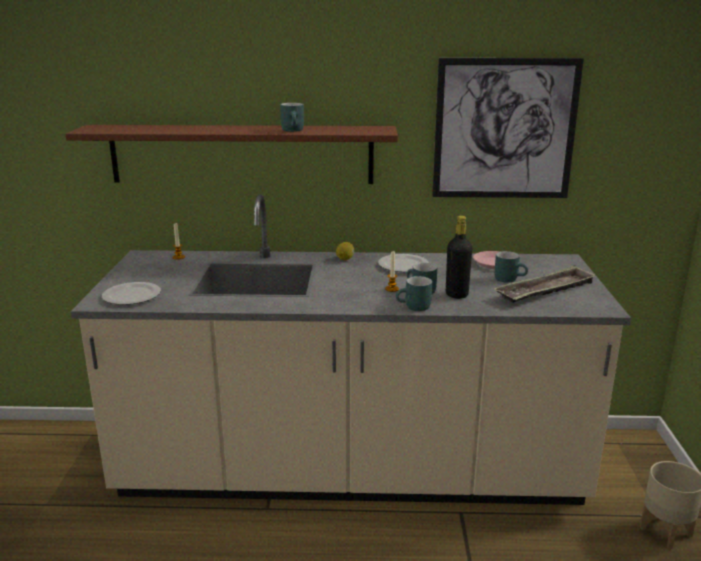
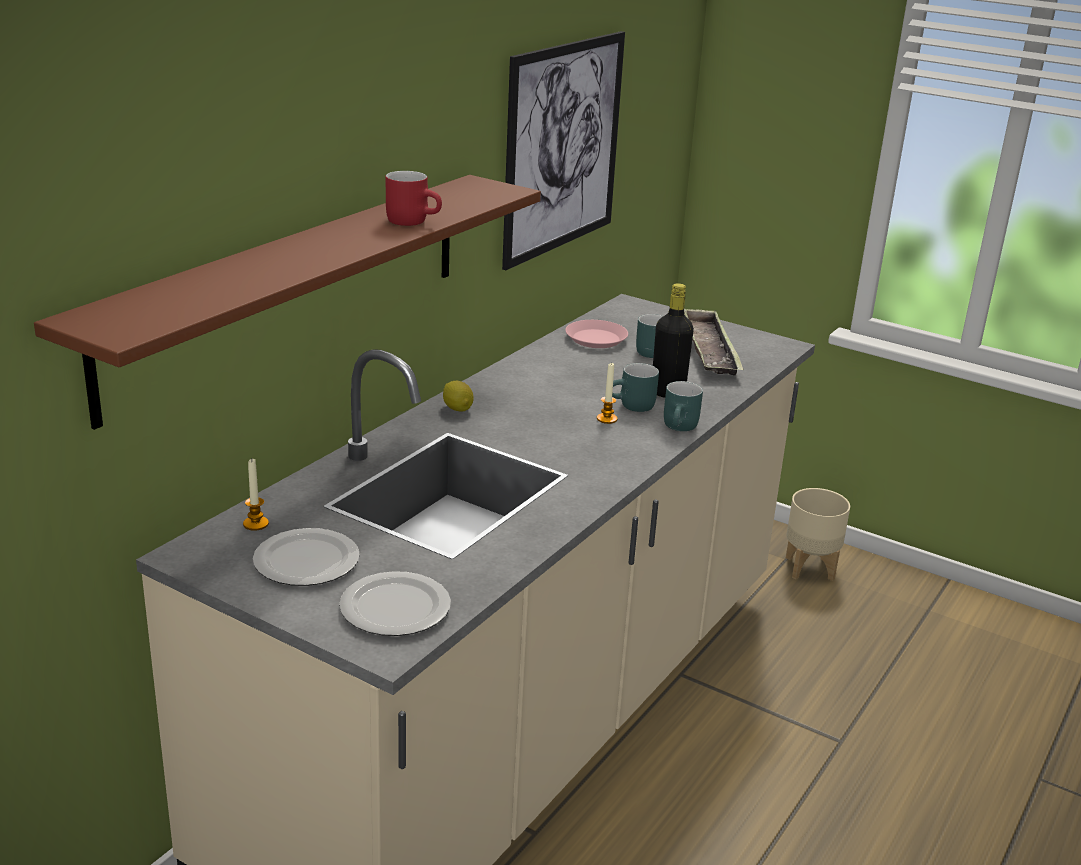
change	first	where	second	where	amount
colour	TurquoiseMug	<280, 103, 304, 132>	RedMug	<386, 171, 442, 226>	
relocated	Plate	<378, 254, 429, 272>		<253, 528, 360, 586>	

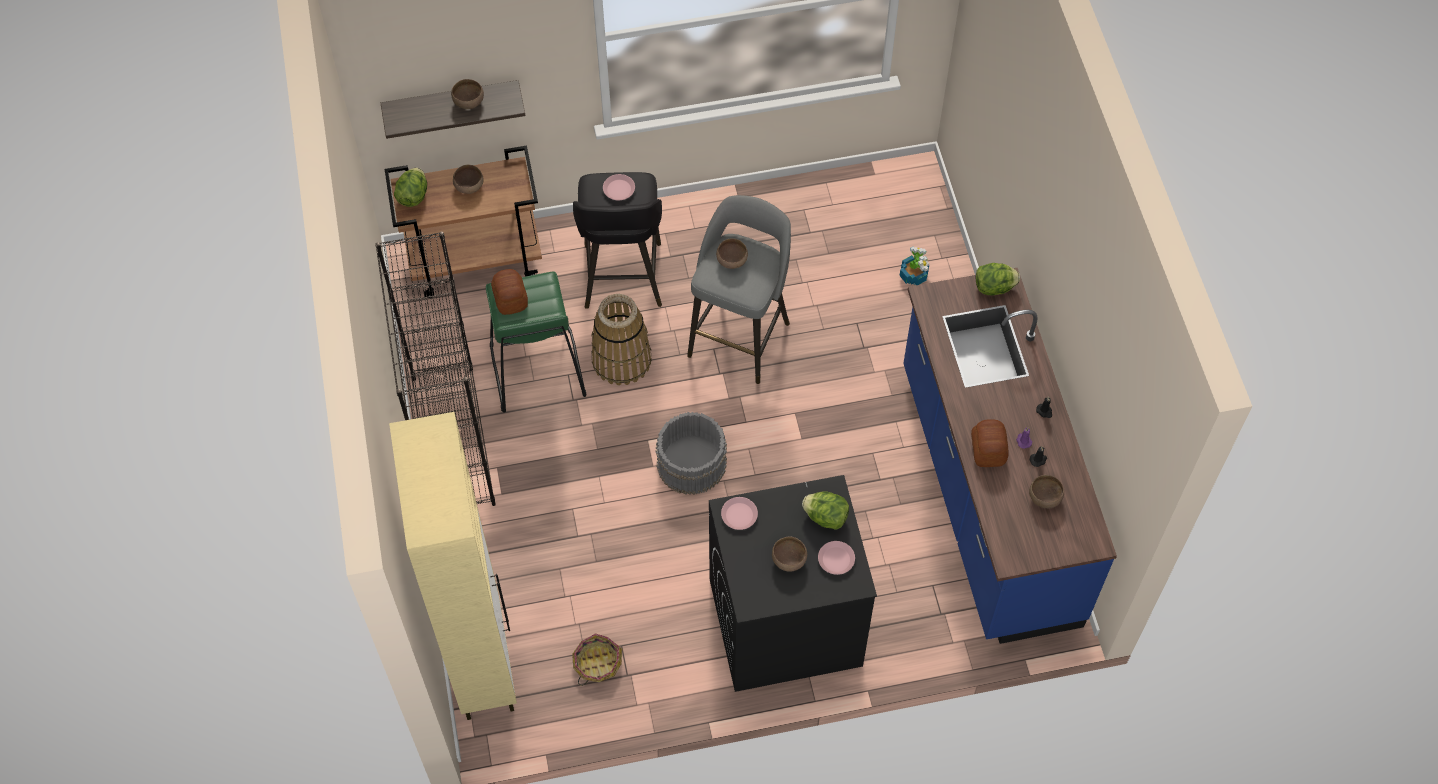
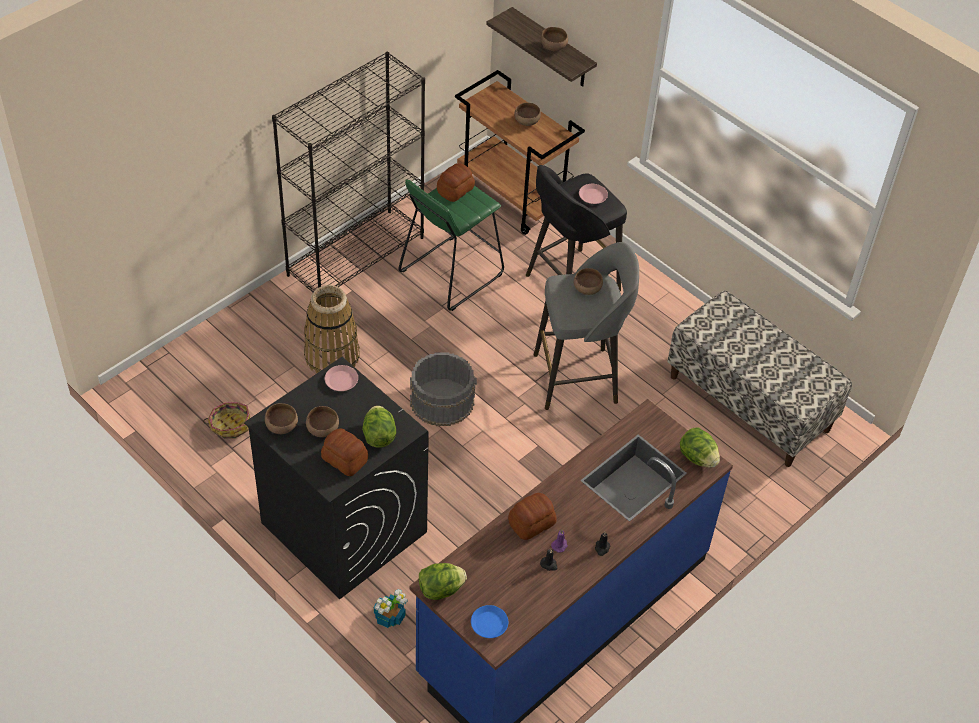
change	first	where	second	where	amount
missing	BeigeCabinet	<389, 412, 517, 720>			
relocated	Lettuce	<394, 168, 427, 207>		<419, 563, 467, 600>	
relocated	Basket	<591, 294, 652, 386>		<304, 285, 360, 373>	
exchanged	PinkPlate	<818, 541, 855, 575>	Bread	<321, 429, 368, 476>	
relocated	PottedPlant	<899, 247, 929, 285>		<374, 589, 407, 628>	
relocated	BrownBowl	<1029, 475, 1064, 508>		<265, 403, 298, 434>	
appeared			BluePlate	<471, 605, 508, 638>	
appeared			Bench	<667, 290, 852, 467>	

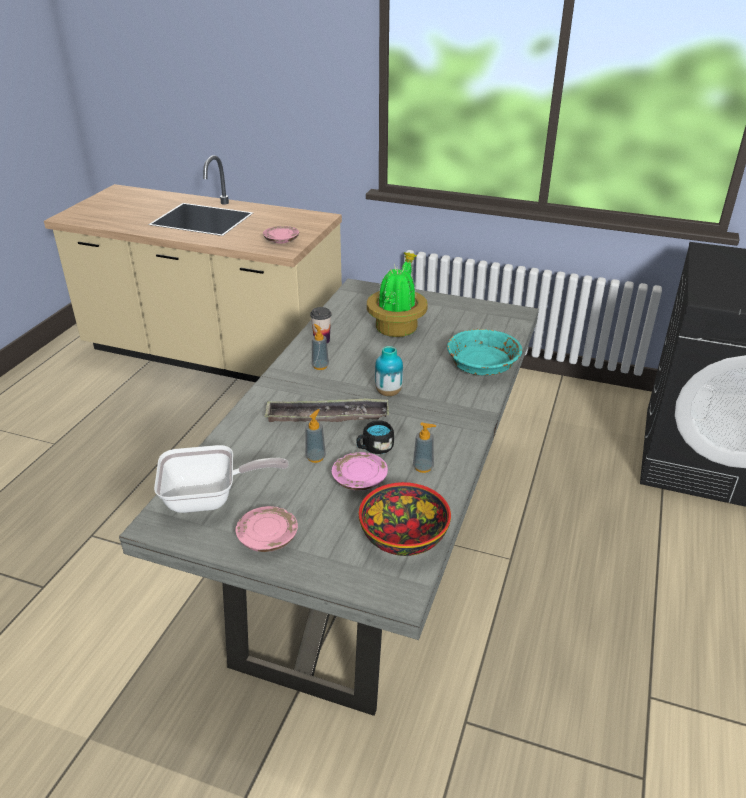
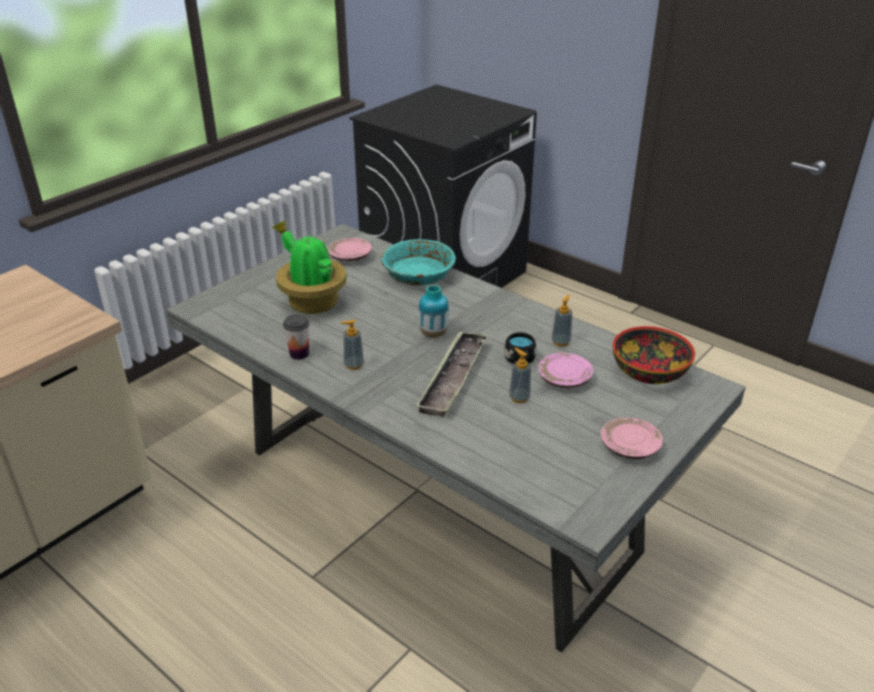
change	first	where	second	where	amount
missing	FryingPan	<154, 445, 289, 513>			
relocated	PinkPlate	<263, 226, 299, 244>		<328, 238, 372, 262>	

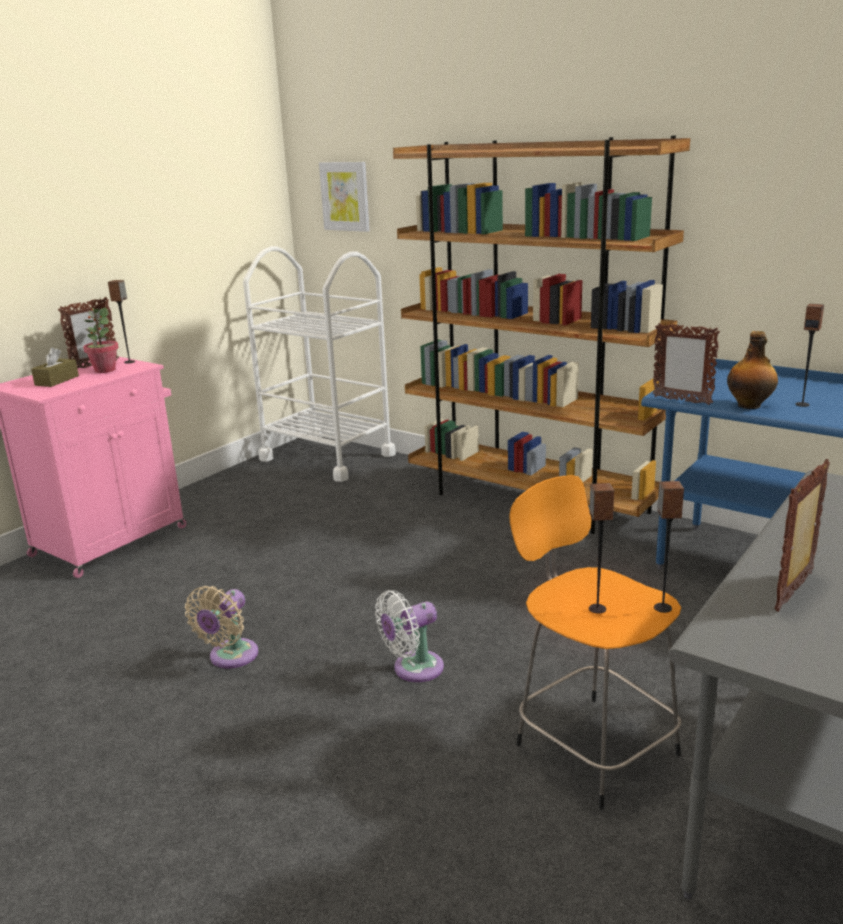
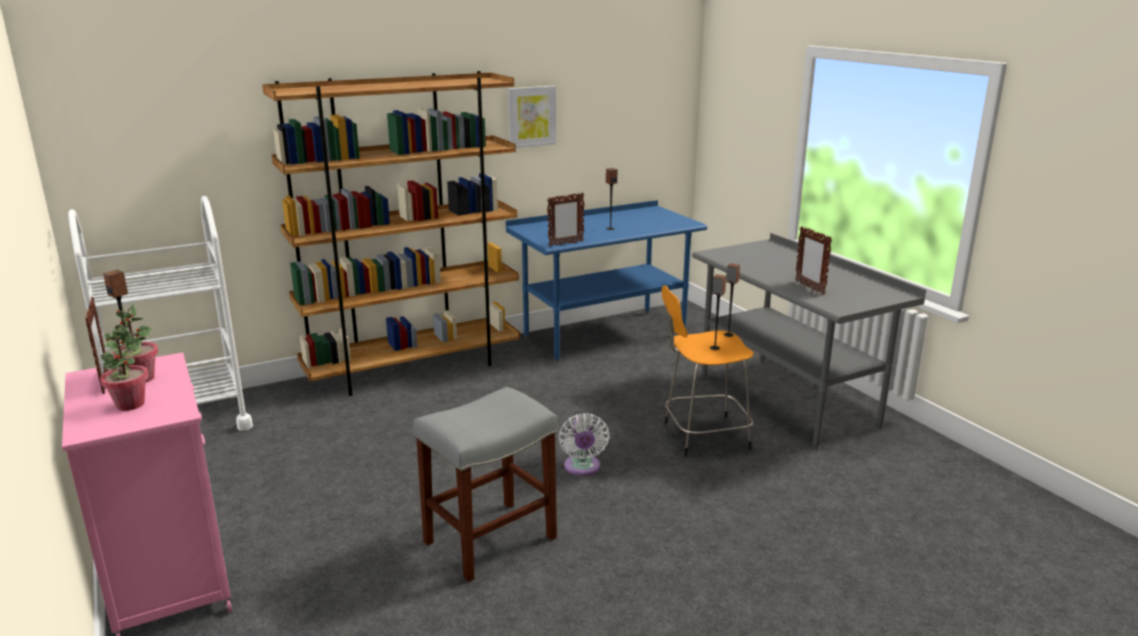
change	first	where	second	where	amount
exchanged	BrownTissueBox	<31, 348, 79, 387>	PottedPlant	<100, 328, 149, 411>	
exchanged	BeigeFan	<185, 586, 258, 669>	GreyStool	<413, 387, 557, 582>	
relocated	Picture	<319, 162, 370, 232>		<508, 86, 556, 148>	
missing	Bottle	<727, 331, 778, 409>			

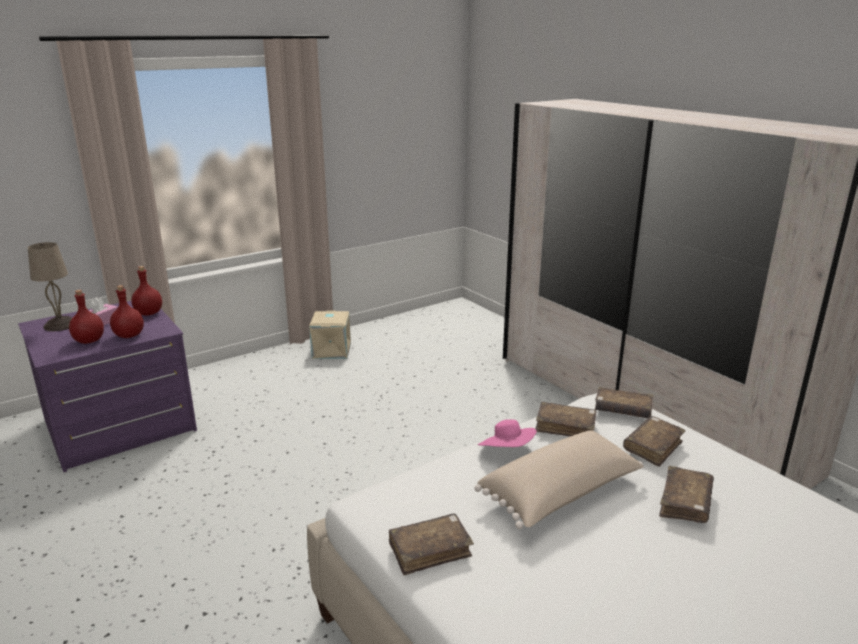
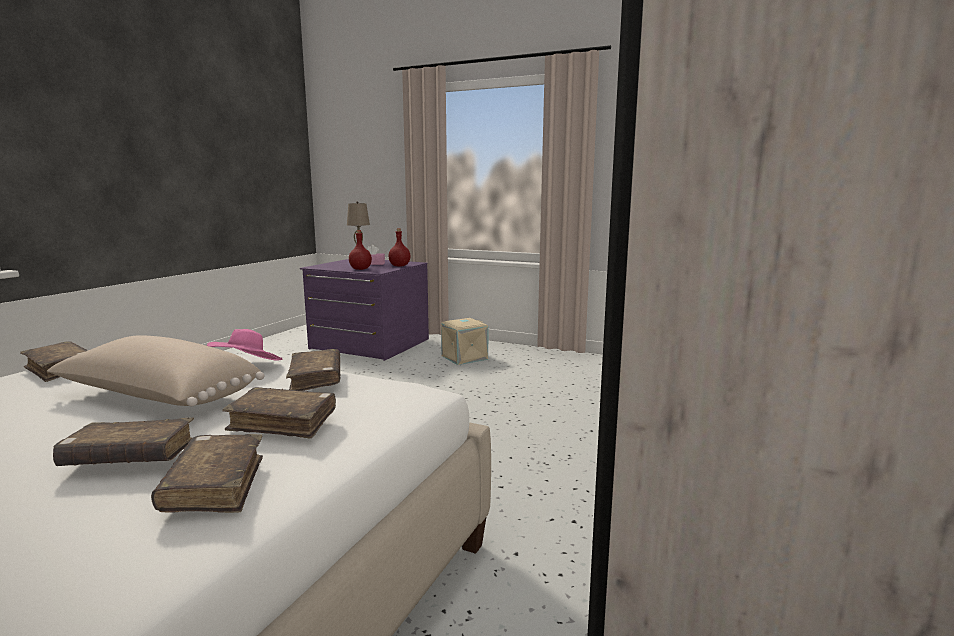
change	first	where	second	where	amount
missing	RedBottle	<69, 290, 104, 344>			
relocated	BeigeStorageBox	<309, 310, 351, 359>		<441, 318, 488, 365>	
relocated	BrownBook	<595, 387, 653, 418>		<151, 434, 263, 513>	

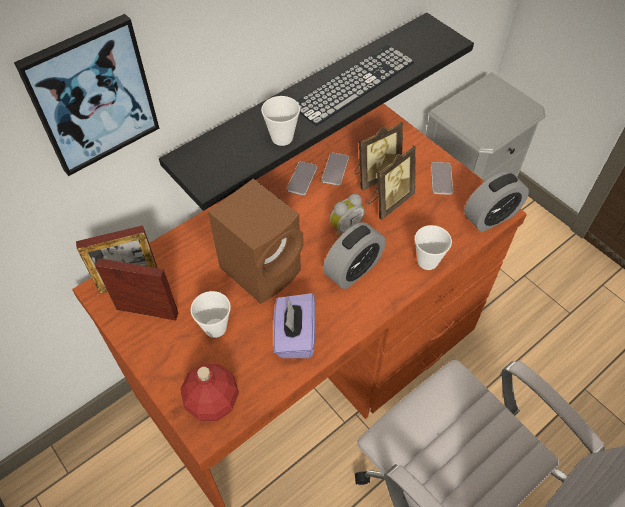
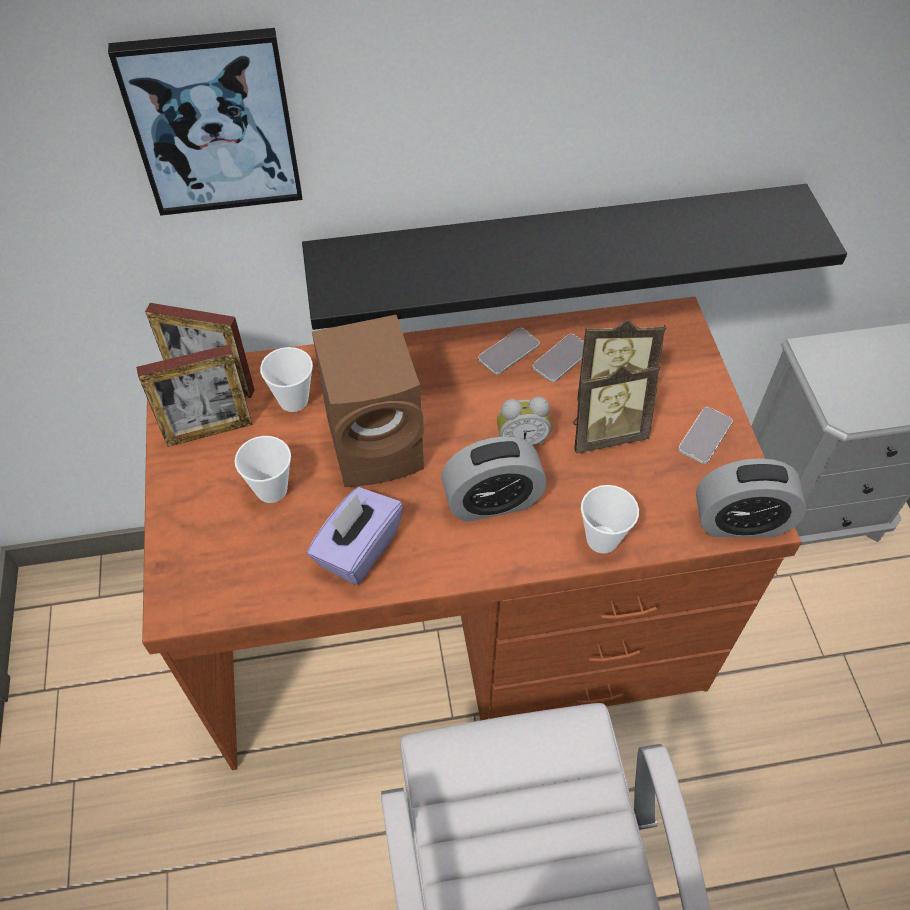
change	first	where	second	where	amount
spun	PictureFrame	<95, 258, 178, 321>		<136, 344, 253, 447>	120 degrees clockwise
missing	RedBottle	<181, 364, 239, 421>			
relocated	Cup	<261, 96, 300, 146>		<260, 347, 313, 412>	
missing	Keyboard	<297, 45, 414, 126>			

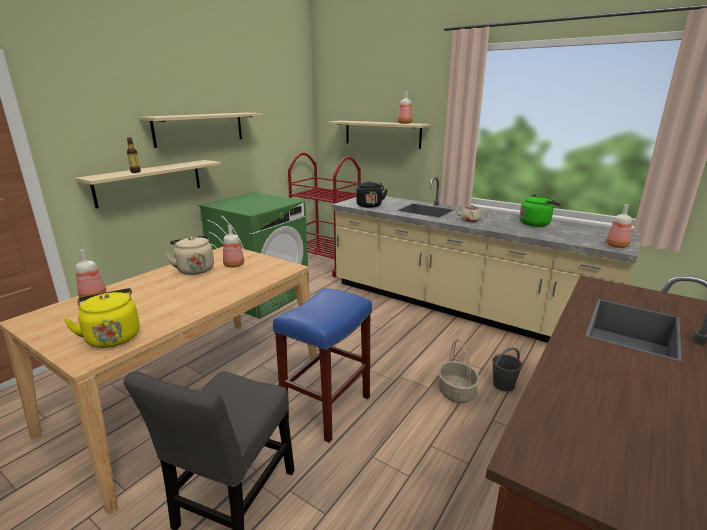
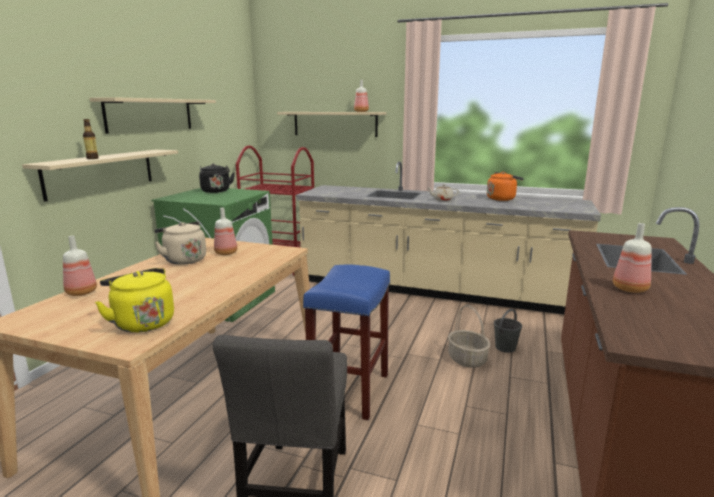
change	first	where	second	where	amount
relocated	BlackKettle	<356, 181, 388, 208>		<199, 164, 235, 193>	
colour	GreenKettle	<519, 194, 561, 227>	OrangeKettle	<487, 172, 524, 201>	
relocated	Bottle	<606, 204, 632, 248>		<613, 223, 652, 293>	

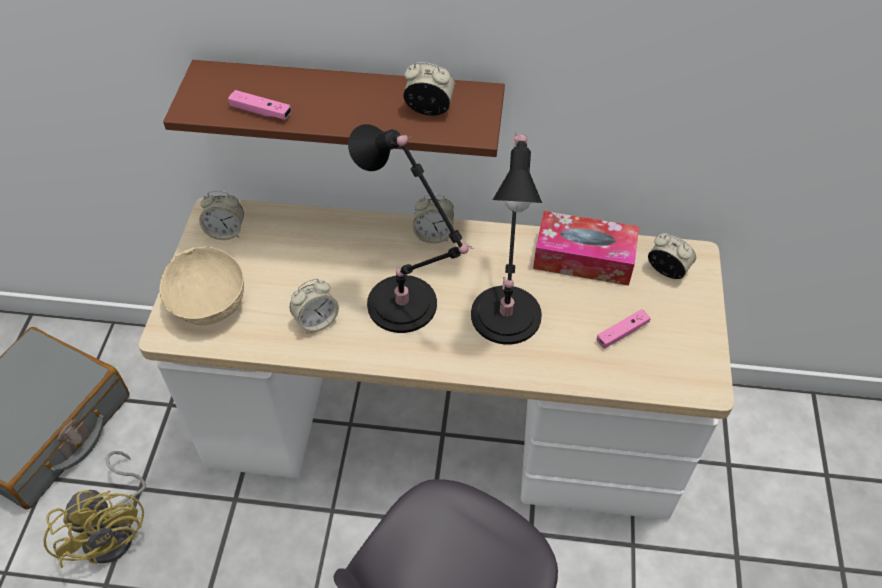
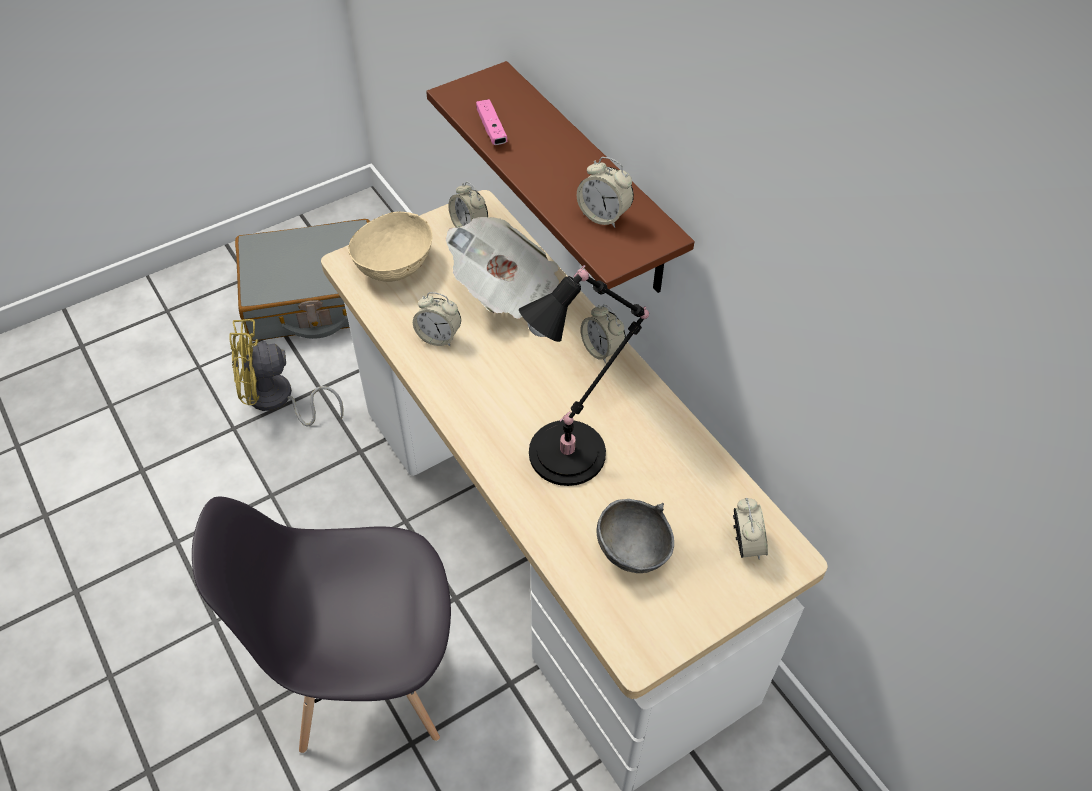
change	first	where	second	where	amount
spun	YellowFan	<43, 451, 146, 568>		<229, 319, 344, 427>	60 degrees clockwise
missing	BlackTableLamp	<348, 124, 474, 333>			
spun	AlarmClock	<403, 62, 455, 116>		<577, 157, 634, 228>	150 degrees clockwise
missing	TissueBox	<533, 211, 639, 286>			
exchanged	PinkGameController	<597, 309, 651, 348>	GreyBowl	<597, 499, 674, 573>	
appeared			Newspaper	<446, 217, 559, 319>	

